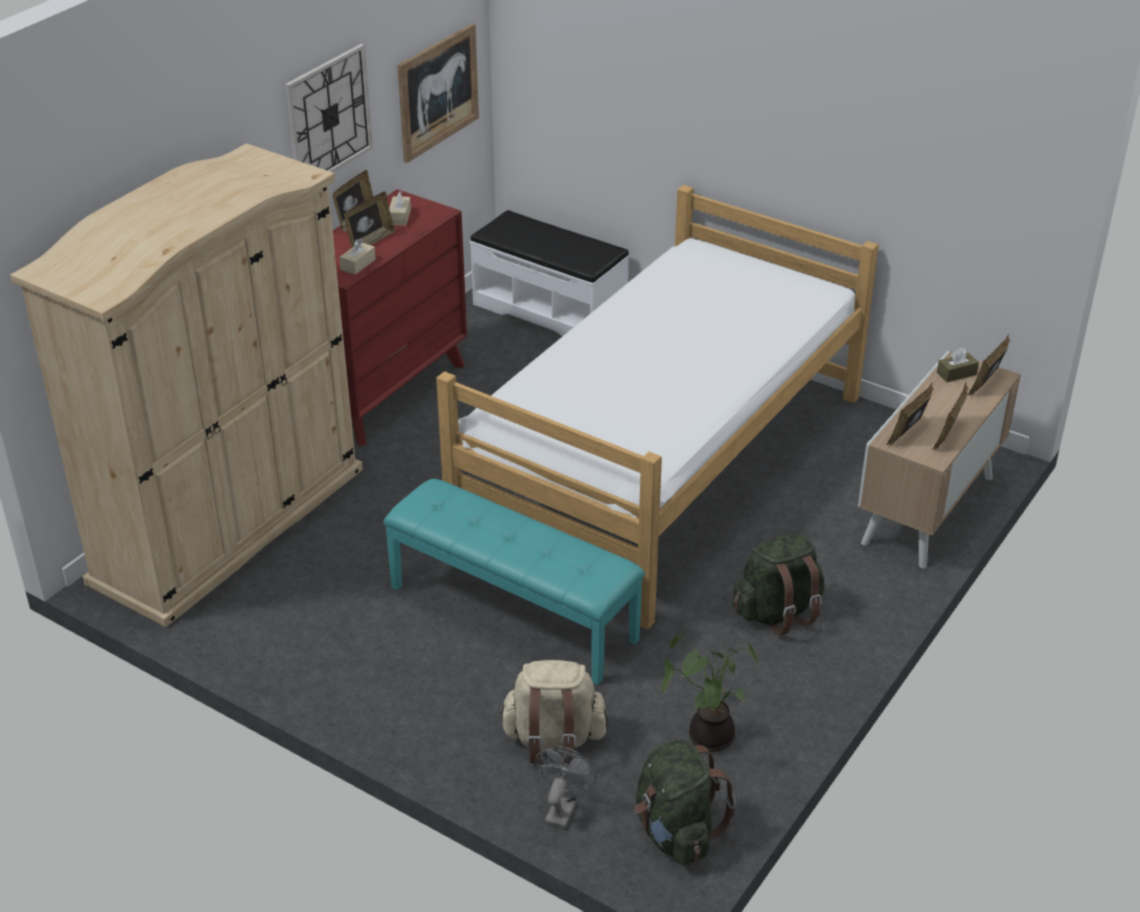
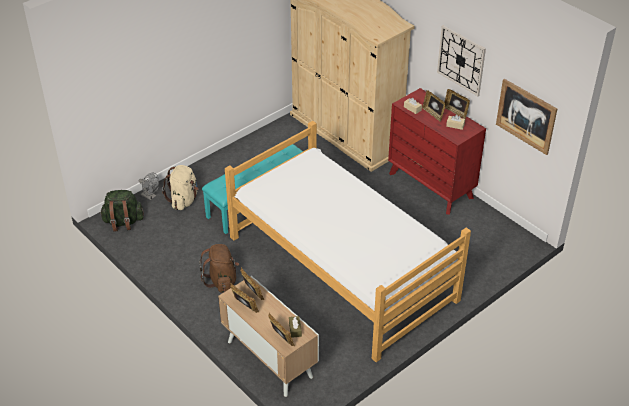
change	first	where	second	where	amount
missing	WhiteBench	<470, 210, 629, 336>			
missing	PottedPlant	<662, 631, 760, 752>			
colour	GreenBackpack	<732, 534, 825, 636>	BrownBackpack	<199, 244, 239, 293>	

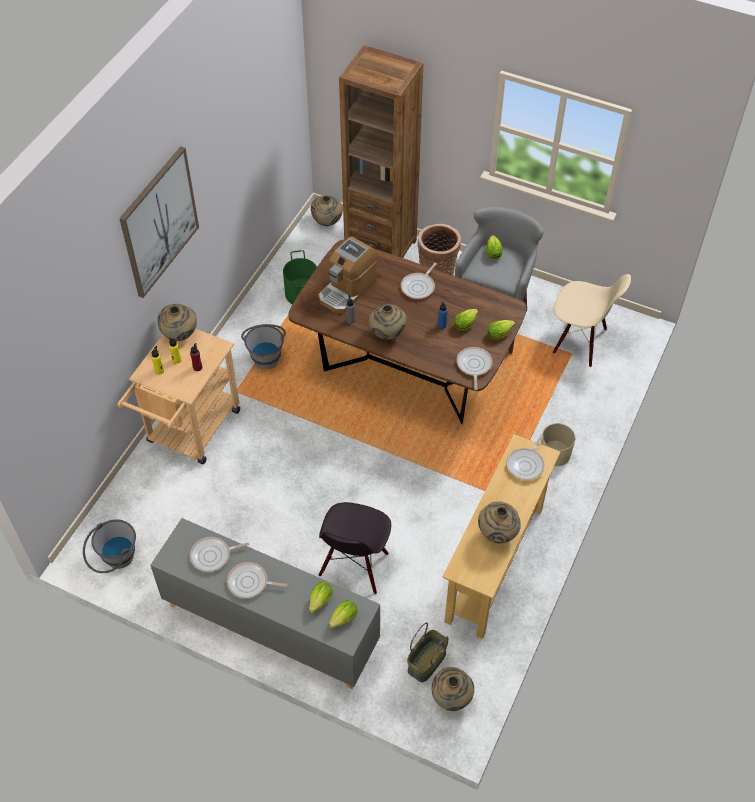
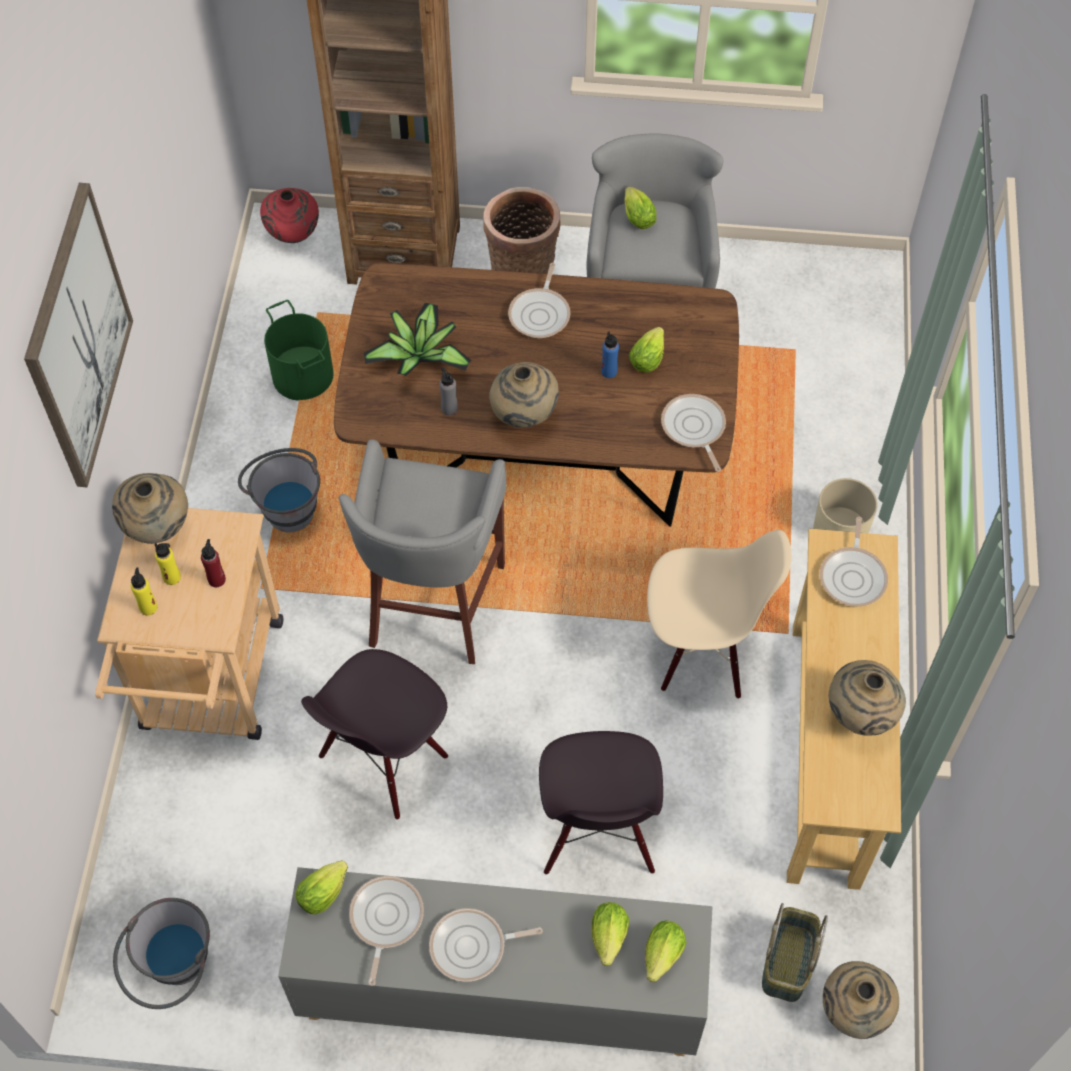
change	first	where	second	where	amount
spun	FryingPan	<190, 537, 250, 572>		<349, 876, 424, 986>	135 degrees clockwise
colour	BeigeVase	<311, 196, 343, 226>	RedVase	<260, 188, 319, 243>	
exchanged	CoffeeMachine	<318, 236, 377, 313>	PottedPlant	<364, 302, 471, 376>	
relocated	Lettuce	<487, 320, 515, 340>		<295, 860, 348, 915>	
relocated	BeigeChair	<553, 274, 631, 367>		<647, 530, 792, 699>	
appeared			BlackChair	<301, 649, 448, 820>	
appeared			GreyStool	<339, 439, 506, 664>	

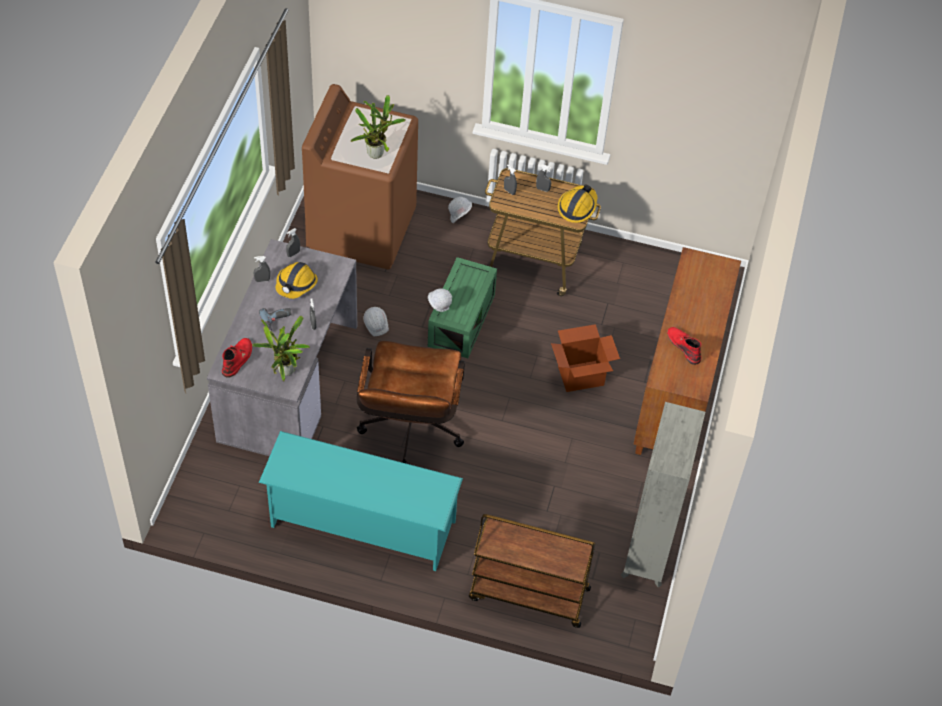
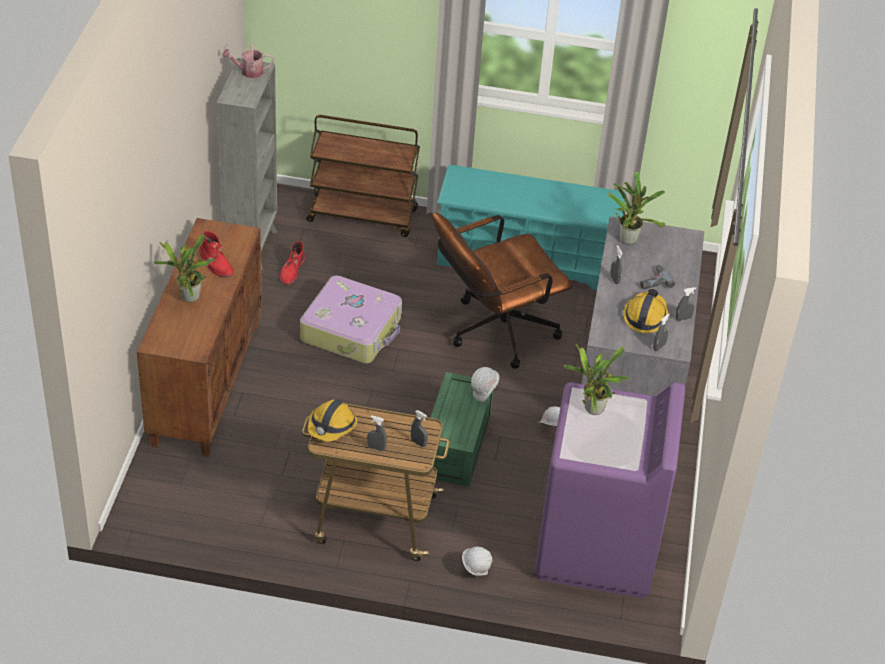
change	first	where	second	where	amount
relocated	RedBoot	<222, 338, 252, 377>		<280, 241, 305, 285>	
colour	BrownWashingMachine	<302, 84, 418, 269>	PurpleWashingMachine	<535, 382, 685, 598>	
spun	BrownOfficeChair	<357, 341, 465, 464>		<432, 212, 573, 369>	120 degrees counterclockwise
missing	CardboardBox	<551, 324, 620, 392>			
appeared			PottedPlant	<154, 235, 217, 302>	
appeared			WateringCan	<222, 43, 274, 78>	
appeared			Suitcase	<300, 275, 402, 363>	

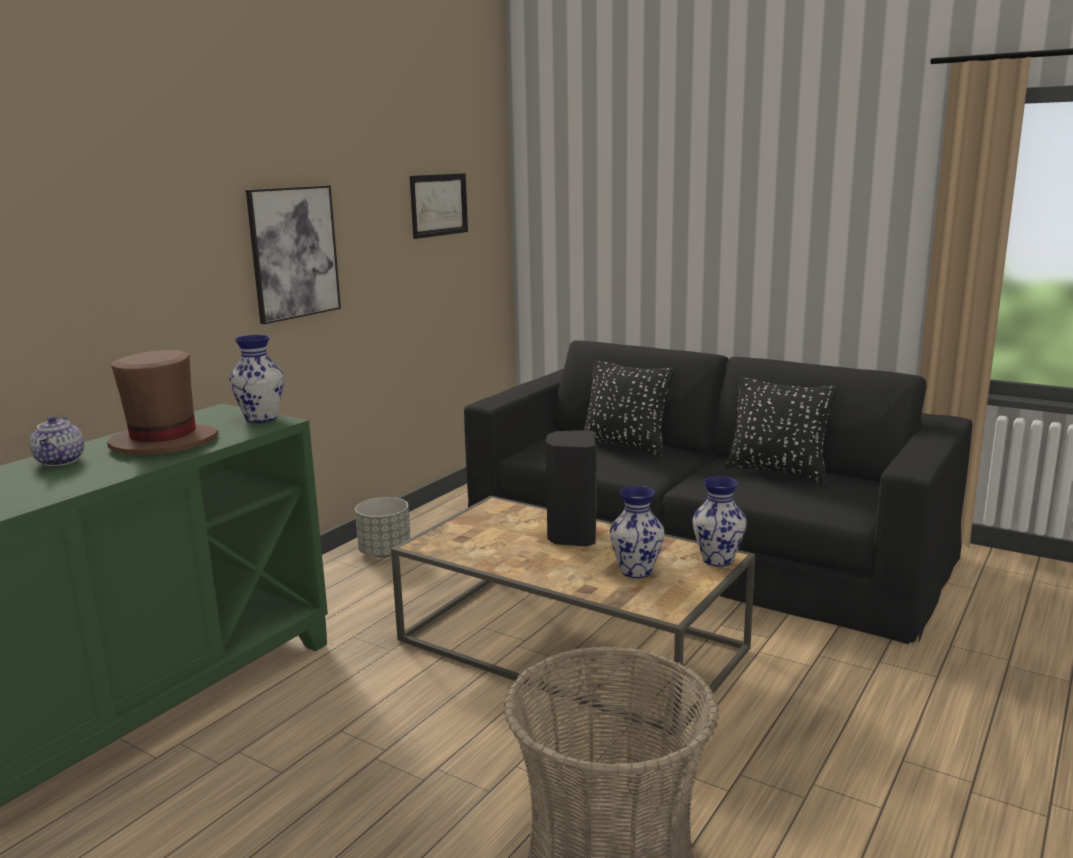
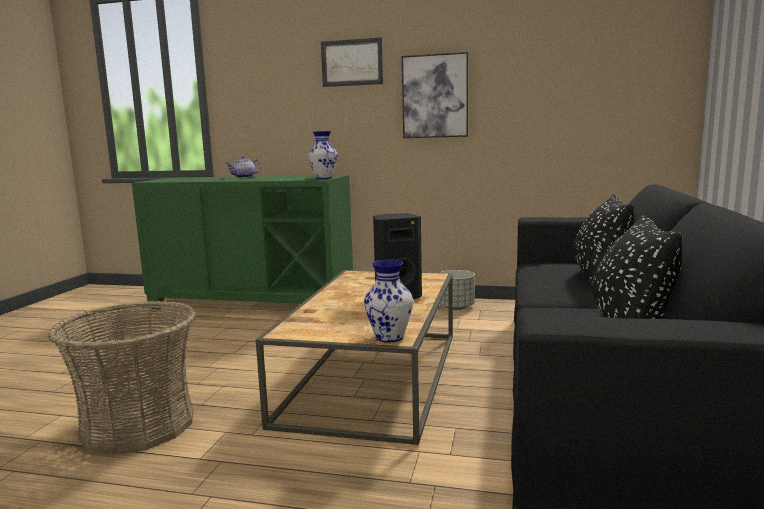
change	first	where	second	where	amount
missing	BrownHat	<107, 350, 219, 455>			
relocated	Picture	<410, 173, 468, 239>		<321, 37, 383, 87>	
missing	Vase	<610, 486, 664, 578>			

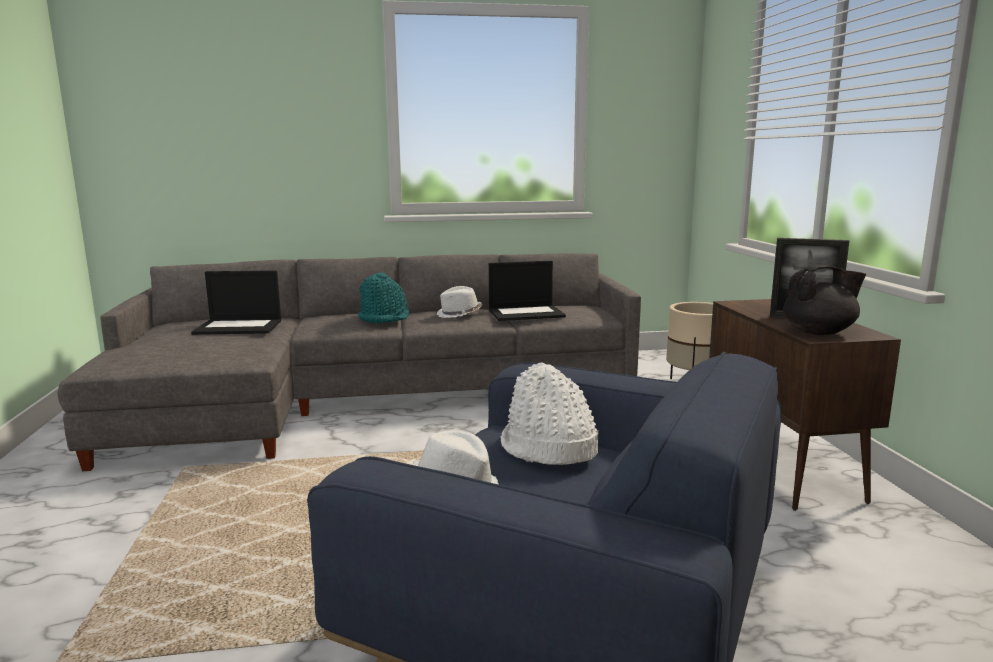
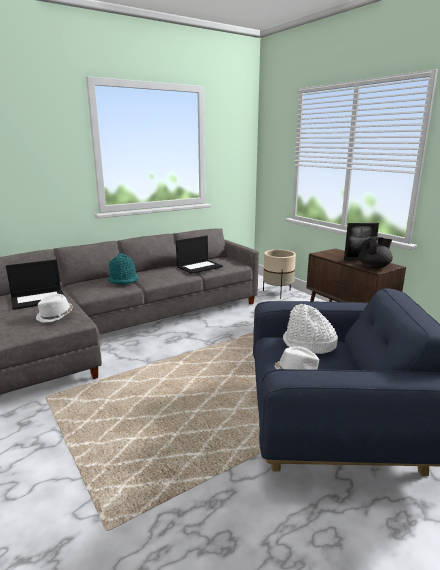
change	first	where	second	where	amount
relocated	WhiteHat	<436, 286, 482, 318>		<36, 294, 73, 323>	

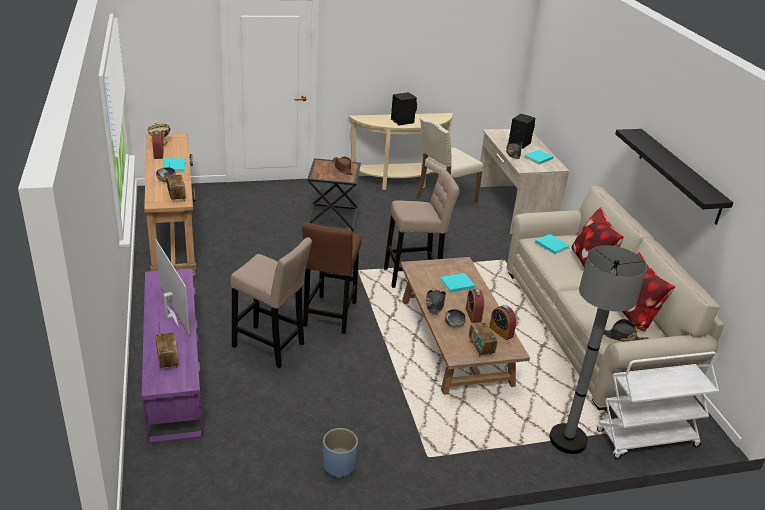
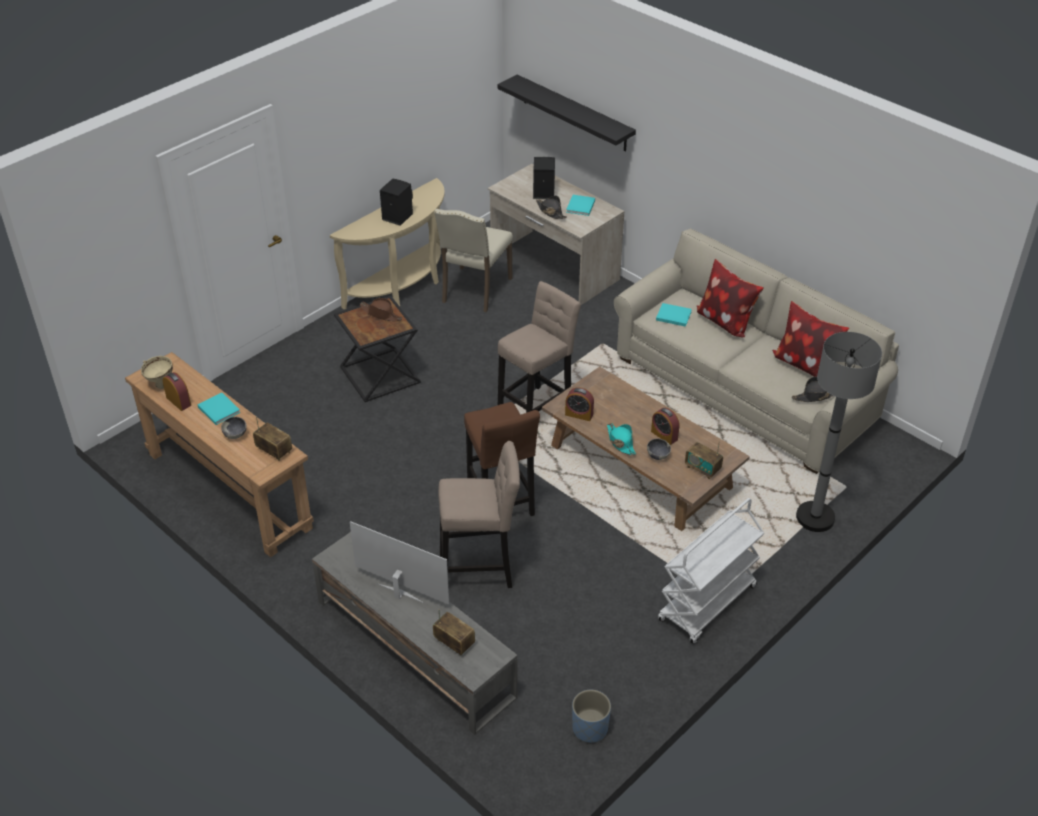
change	first	where	second	where	amount
colour	PurpleTvStand	<142, 269, 203, 444>	GreyTvStand	<312, 532, 518, 735>	
relocated	BluePlanter	<323, 428, 358, 478>		<572, 690, 611, 743>	
colour	BlackHat	<426, 290, 446, 315>	TurquoiseHat	<607, 423, 636, 455>	
missing	TurquoiseBook	<440, 273, 475, 292>			
relocated	AlarmClock	<489, 305, 517, 340>		<565, 387, 594, 421>	
relocated	WhiteCart	<596, 352, 719, 459>		<658, 498, 764, 644>	
relocated	BlackShelf	<615, 129, 733, 225>		<498, 75, 636, 152>	

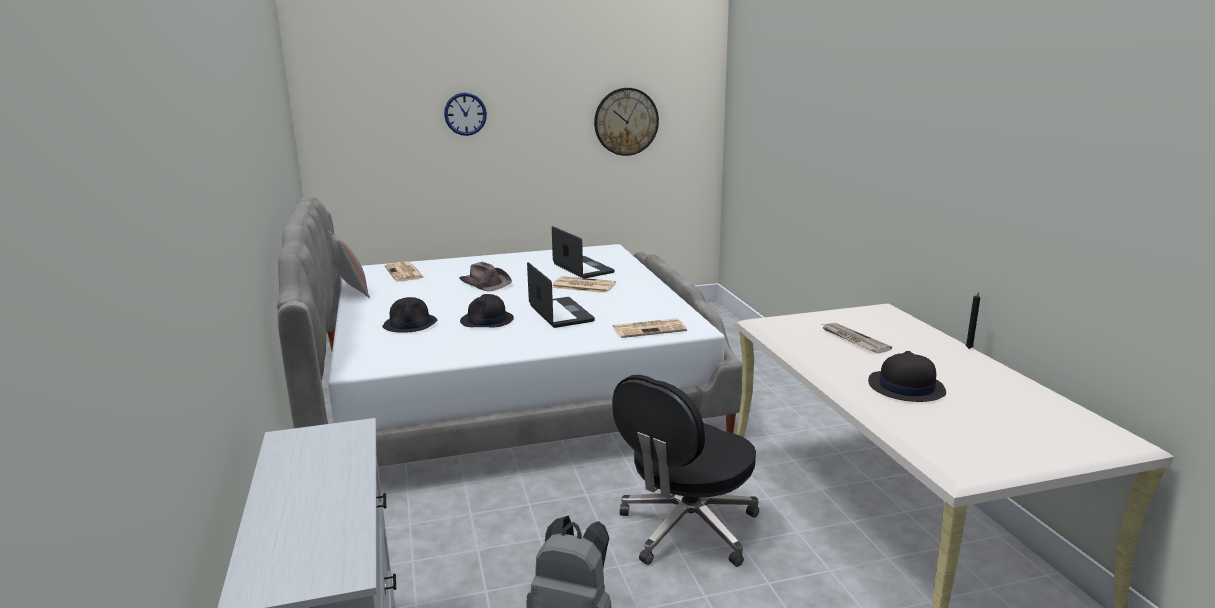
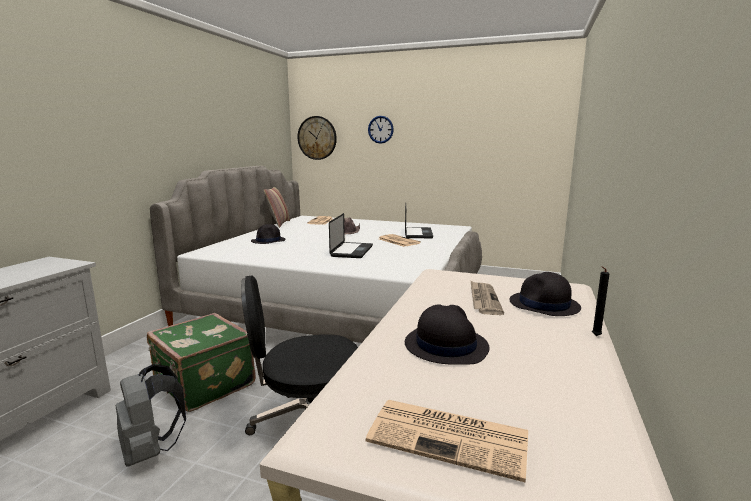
change	first	where	second	where	amount
relocated	BlackHat	<460, 294, 514, 327>		<510, 272, 581, 316>	
relocated	WallClock	<594, 88, 659, 156>		<298, 116, 337, 160>	
relocated	Newspaper	<613, 318, 687, 338>		<366, 400, 528, 482>	
appeared			GreenSuitcase	<147, 313, 256, 412>	

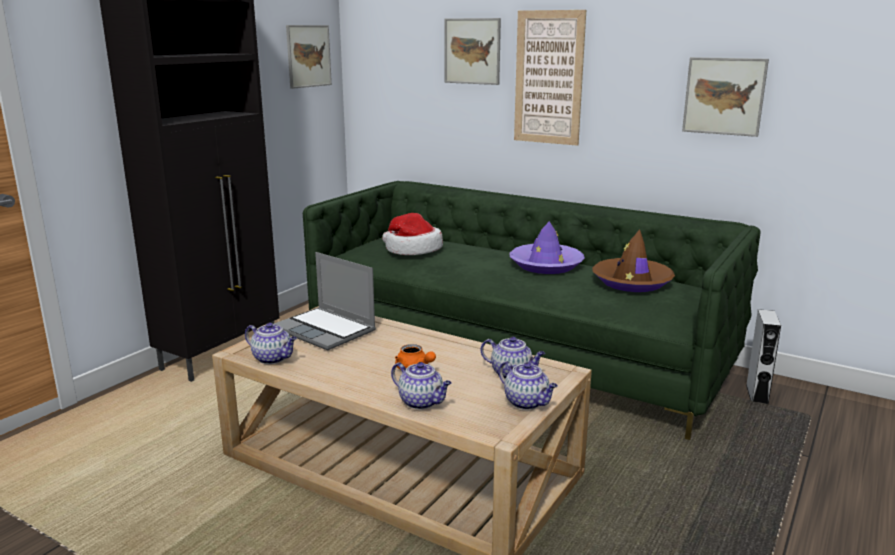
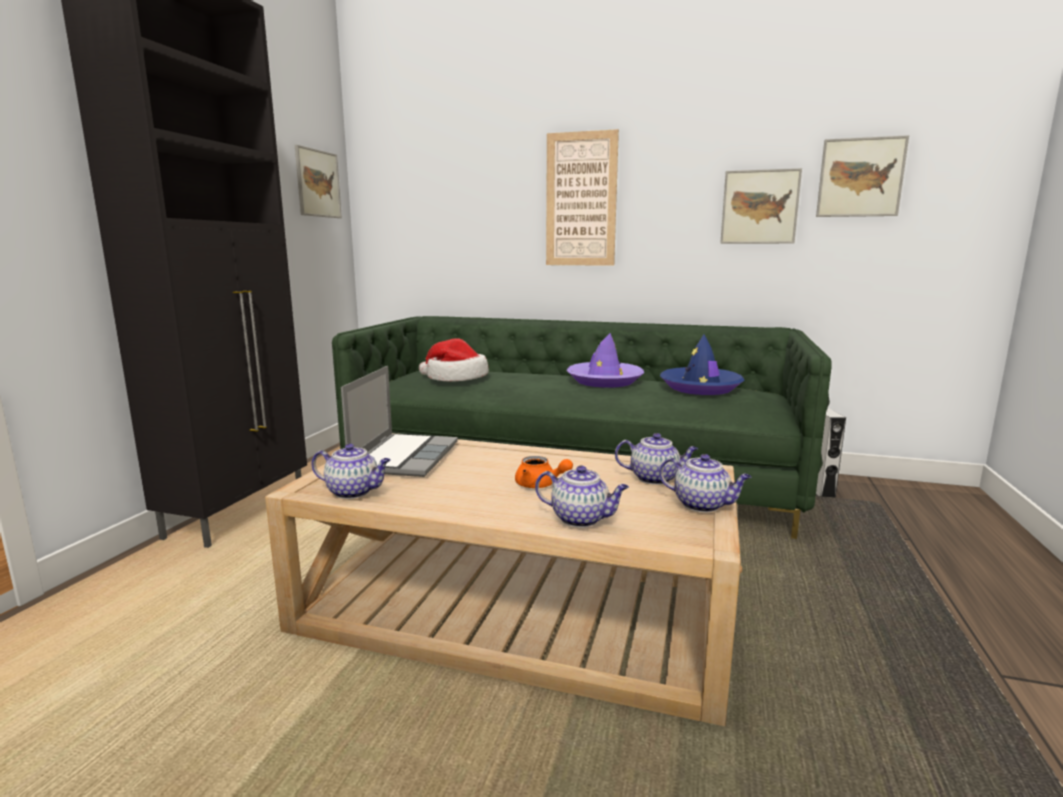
change	first	where	second	where	amount
spun	Laptop	<274, 252, 376, 351>		<341, 366, 458, 477>	105 degrees counterclockwise
relocated	Picture	<445, 18, 501, 85>		<816, 135, 909, 217>	
colour	BrownHat	<592, 229, 675, 292>	BlueHat	<660, 334, 745, 395>	

